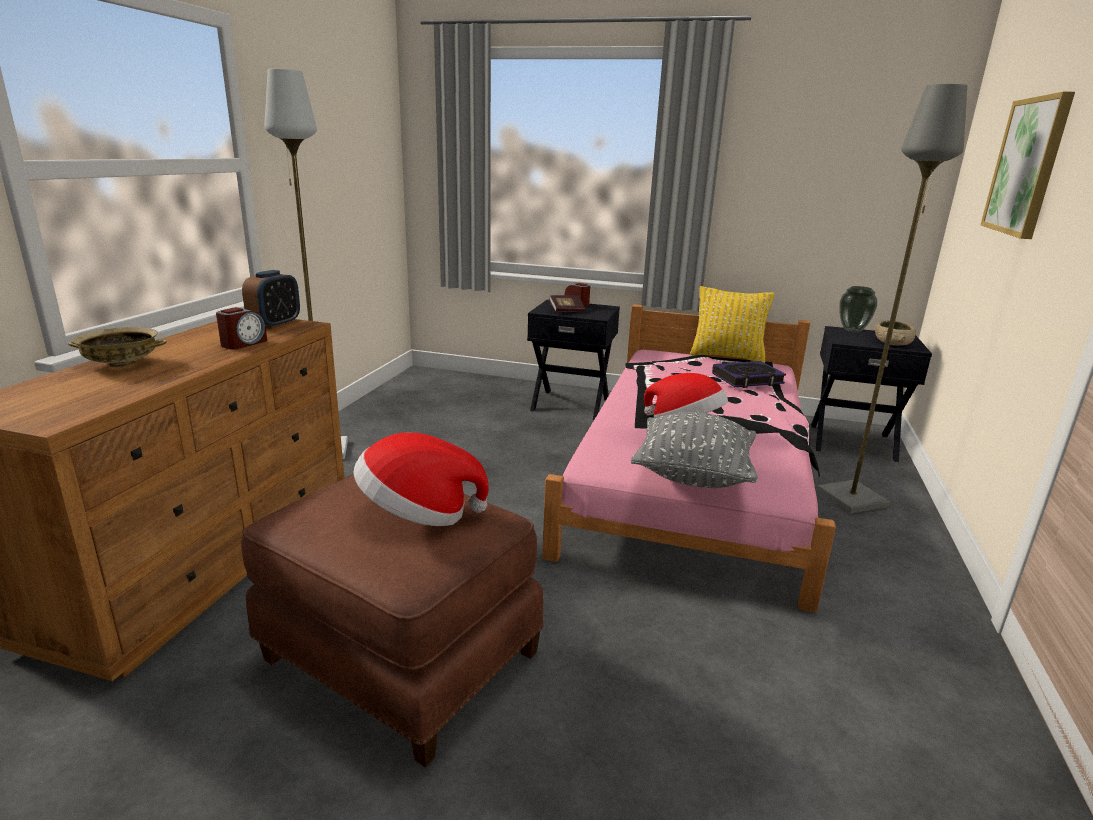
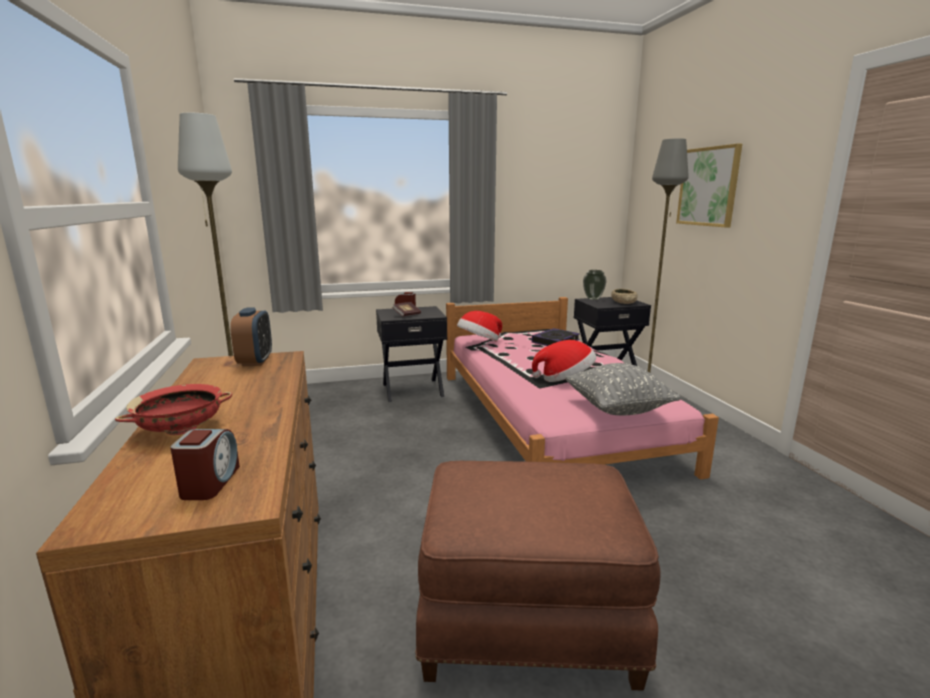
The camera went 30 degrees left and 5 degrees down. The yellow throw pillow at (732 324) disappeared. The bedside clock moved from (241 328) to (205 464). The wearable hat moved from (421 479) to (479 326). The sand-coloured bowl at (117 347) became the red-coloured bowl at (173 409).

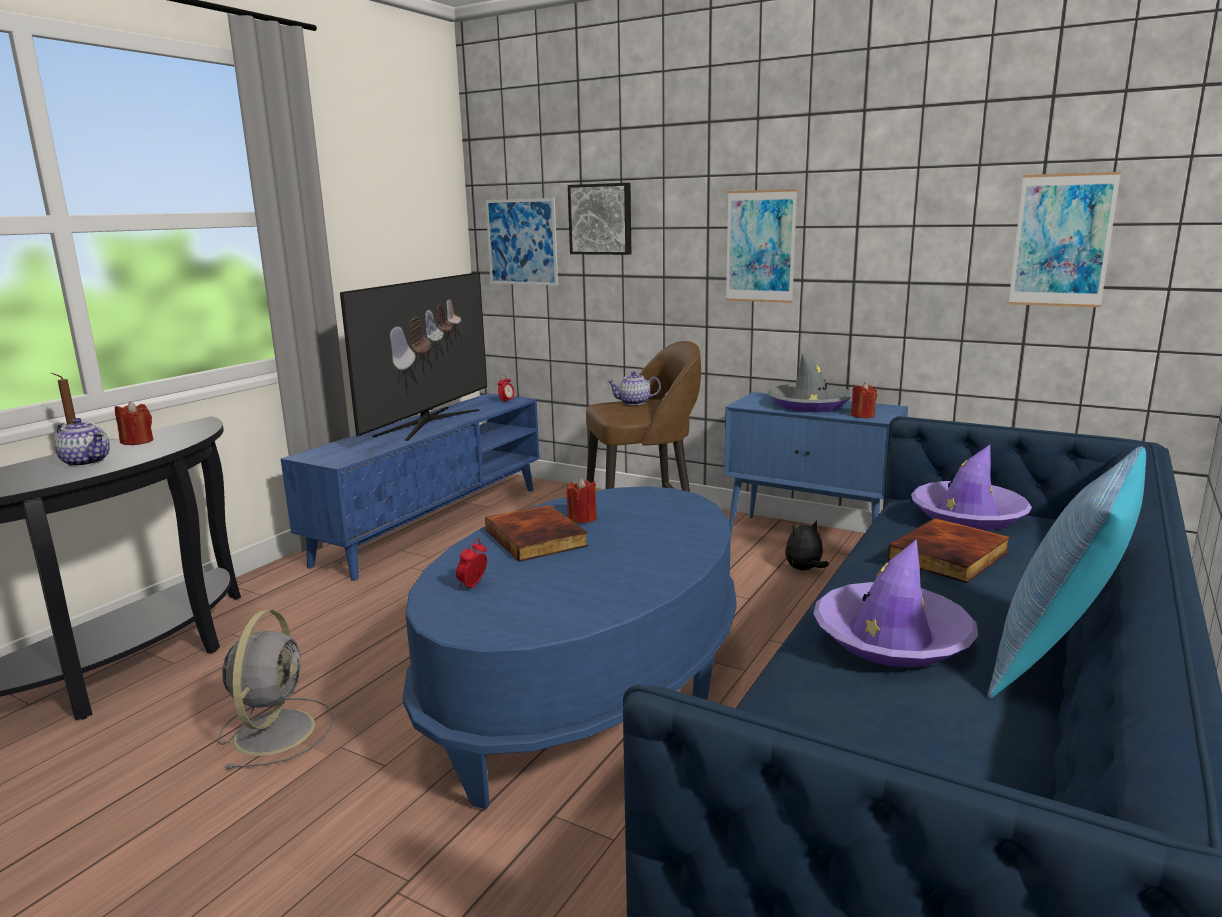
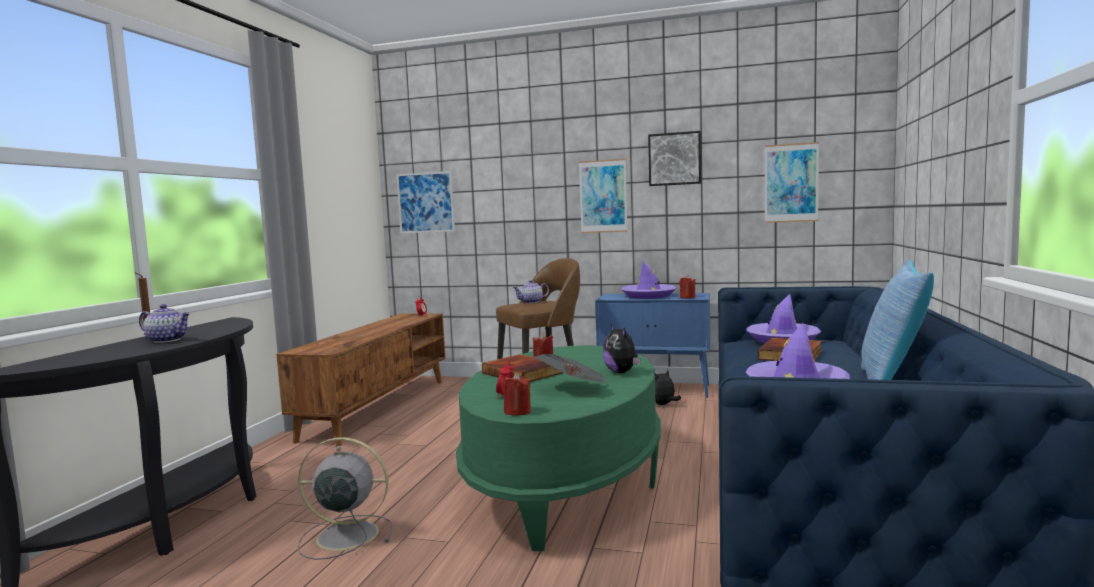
The camera went 15 degrees left and 10 degrees down. The television at (413 356) disappeared. The daily paper at (570 368) appeared. The plush toy at (621 348) appeared. The red-coloured wax candle moved from (134 423) to (516 394). The picture moved from (599 219) to (674 158). The bluish tv stand at (410 487) became the brownish tv stand at (360 380). The bluish coffee table at (570 647) became the greenish coffee table at (558 448). The gray wearable hat at (810 382) became the purple wearable hat at (648 280). The gray electric fan at (275 689) turned 75 degrees counterclockwise.

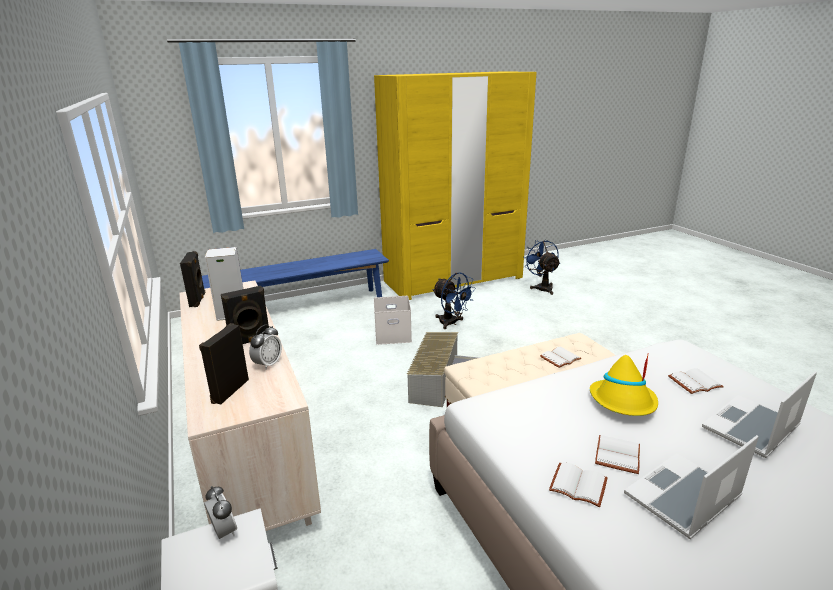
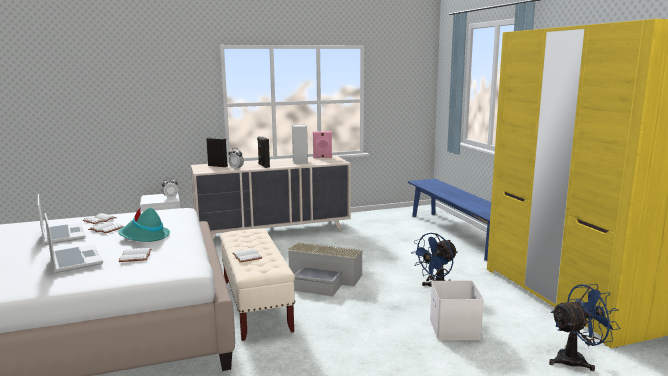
The camera went 95 degrees right and 10 degrees down. The whitish storage bin moved from (393 320) to (457 310). The black speaker at (192 279) became the pink speaker at (322 144). The yellow wearable hat at (624 385) became the turquoise-coloured wearable hat at (144 224).

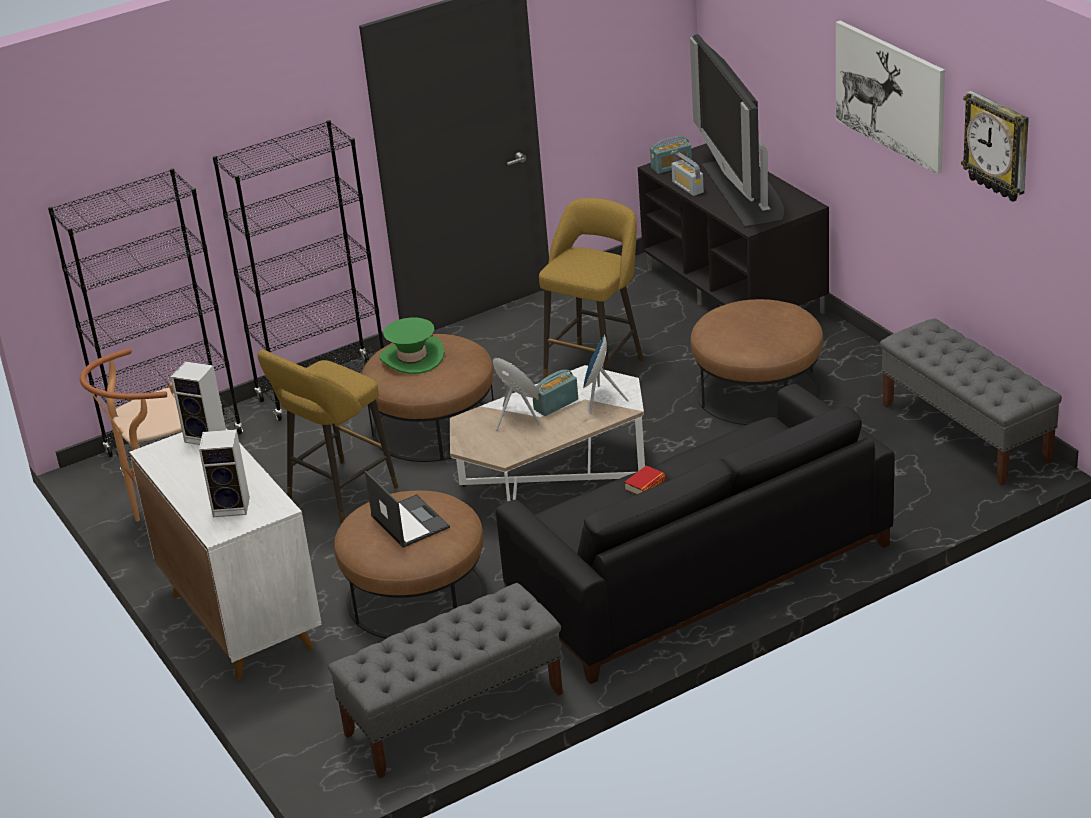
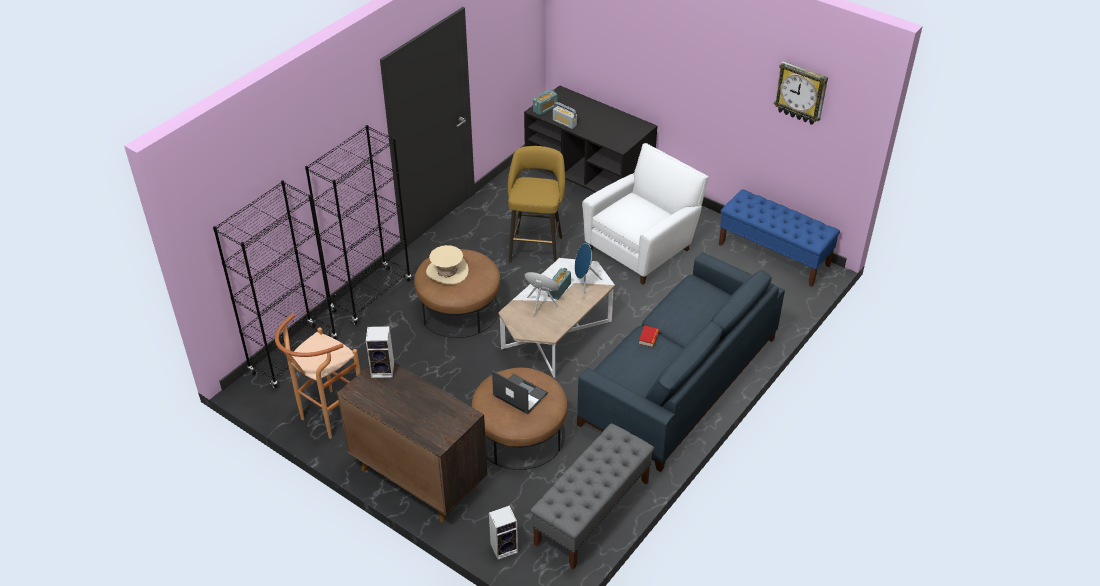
The camera went 25 degrees left and 10 degrees up. The yellow sitting stool at (328 437) disappeared. The television at (737 131) disappeared. The picture at (890 97) disappeared. The speaker moved from (224 473) to (503 533). The brownish footrest at (757 362) was replaced by the whitish easy chair at (645 214). The whitish cupboard at (225 554) became the brownish cupboard at (412 442). The greenish wearable hat at (412 345) became the sand-coloured wearable hat at (447 265). The black couch at (695 534) became the bluish couch at (681 362). The gray long seat at (971 402) became the bluish long seat at (779 238).

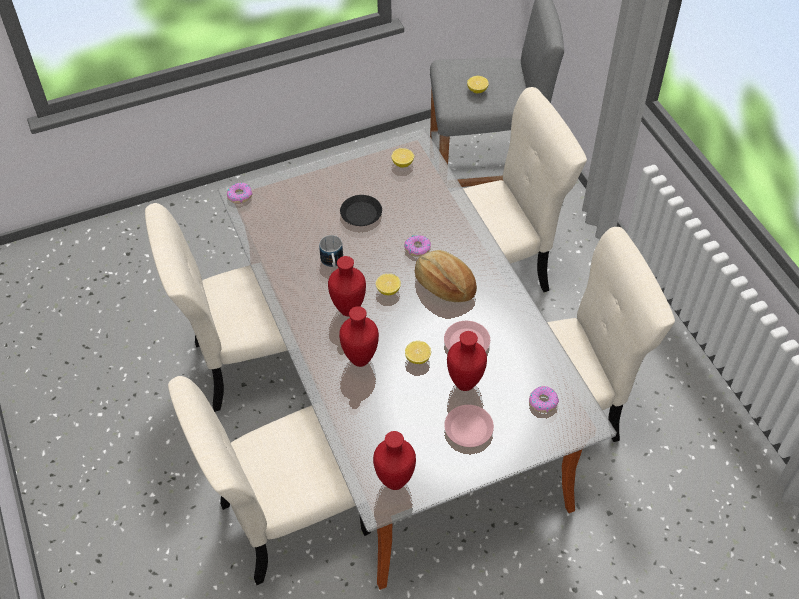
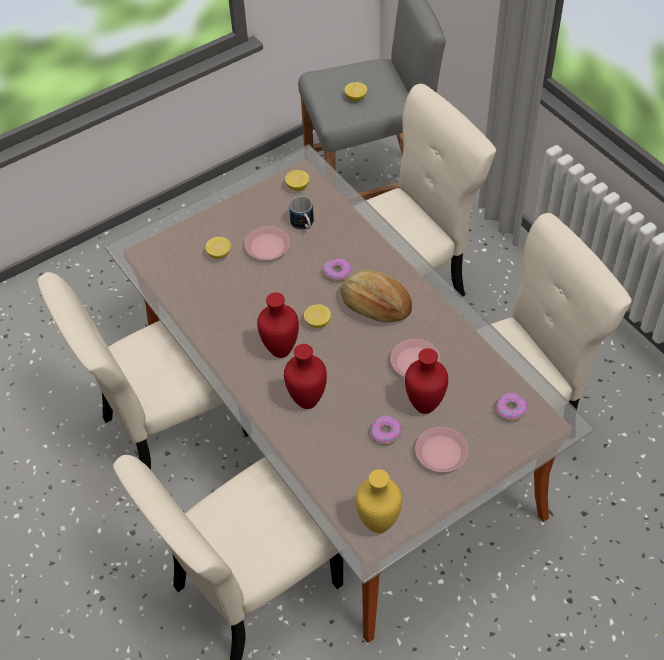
The camera went 10 degrees left and 0 degrees up. The doughnut moved from (240 193) to (386 430). The coffee mug moved from (331 251) to (301 213). The citrus fruit moved from (418 352) to (218 248). The black dinner plate at (361 210) became the pink dinner plate at (267 243). The red-coloured vase at (394 460) became the yellow vase at (378 501).

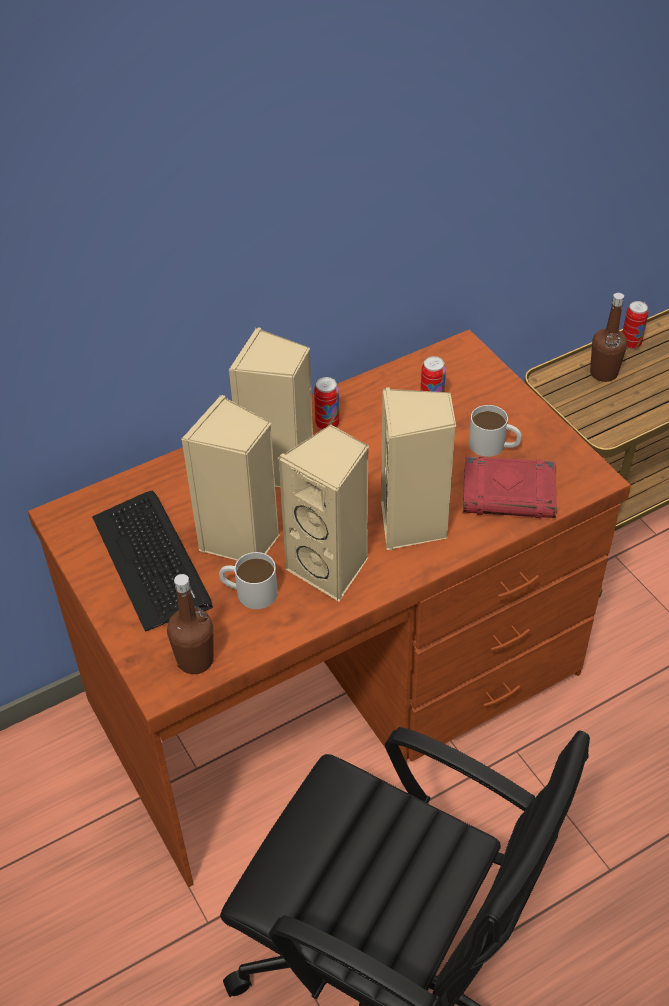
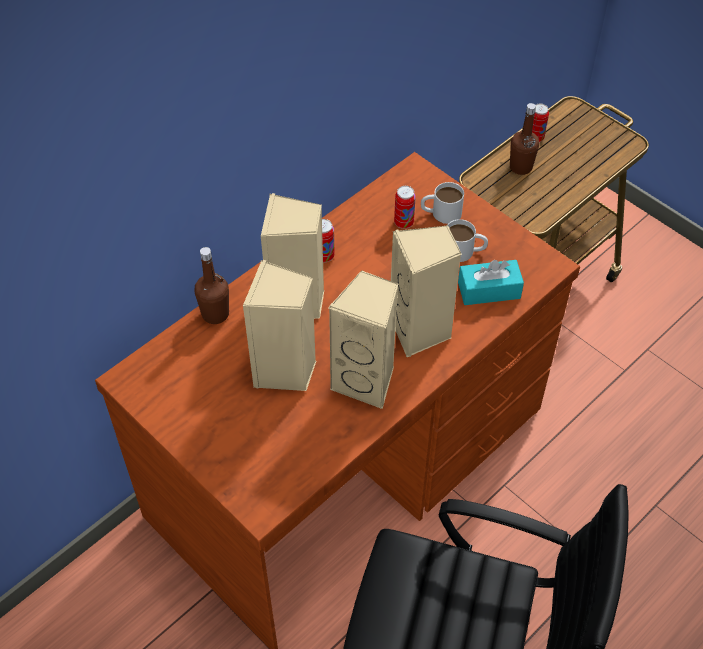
The camera went 15 degrees left and 5 degrees up. The PC keyboard at (152 561) disappeared. The brownish drink bottle moved from (190 624) to (211 285). The whitish coffee mug moved from (248 580) to (442 203). The red-coloured bound book at (510 487) was replaced by the turquoise-coloured box of tissues at (491 282).

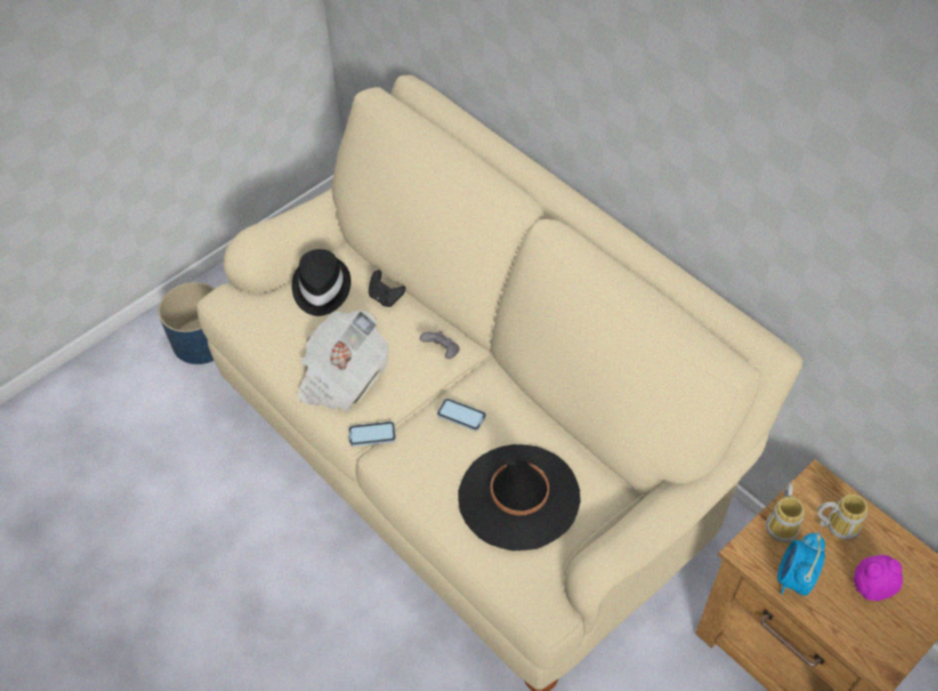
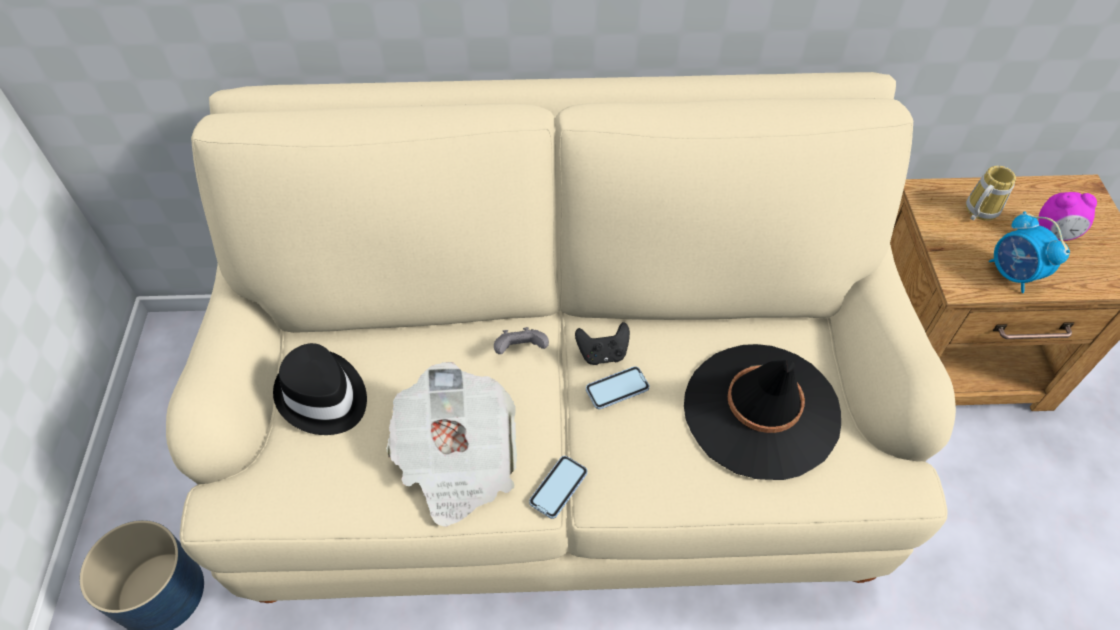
The camera went 50 degrees left and 0 degrees up. The coffee mug at (785 513) disappeared. The black joypad moved from (387 288) to (602 343). The bedside clock at (878 578) turned 120 degrees counterclockwise.

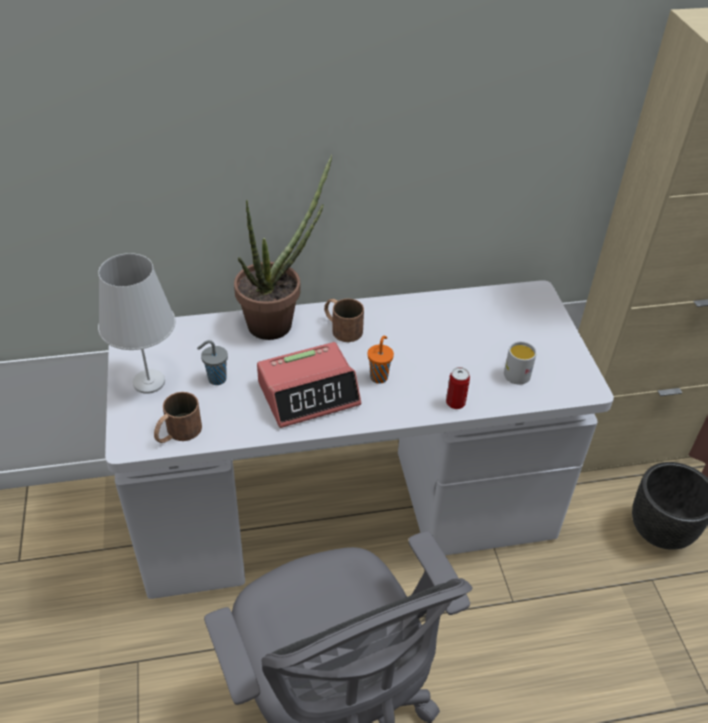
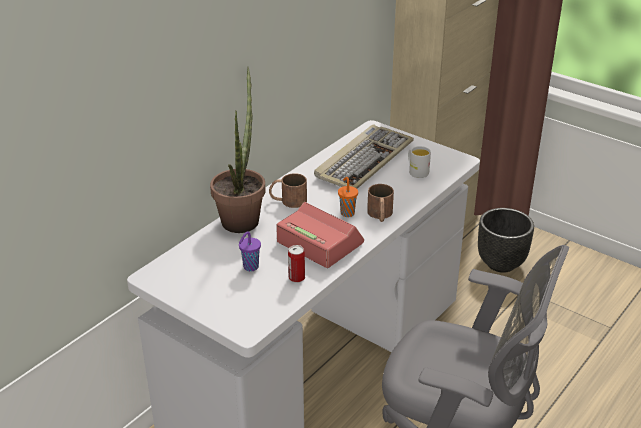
The camera went 40 degrees left and 10 degrees down. The whitish tabletop lamp at (137 323) disappeared. The PC keyboard at (364 156) appeared. The brownish coffee mug moved from (178 417) to (380 203). The sealed can moved from (458 388) to (296 264). The gray small cup at (212 362) became the purple small cup at (250 251). The bedside clock at (309 385) turned 75 degrees counterclockwise.

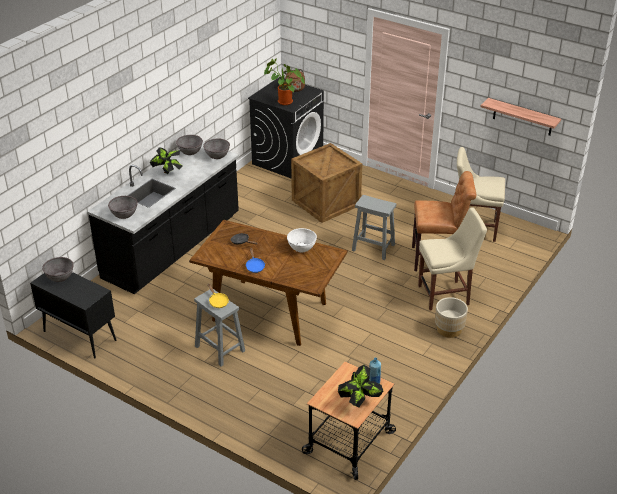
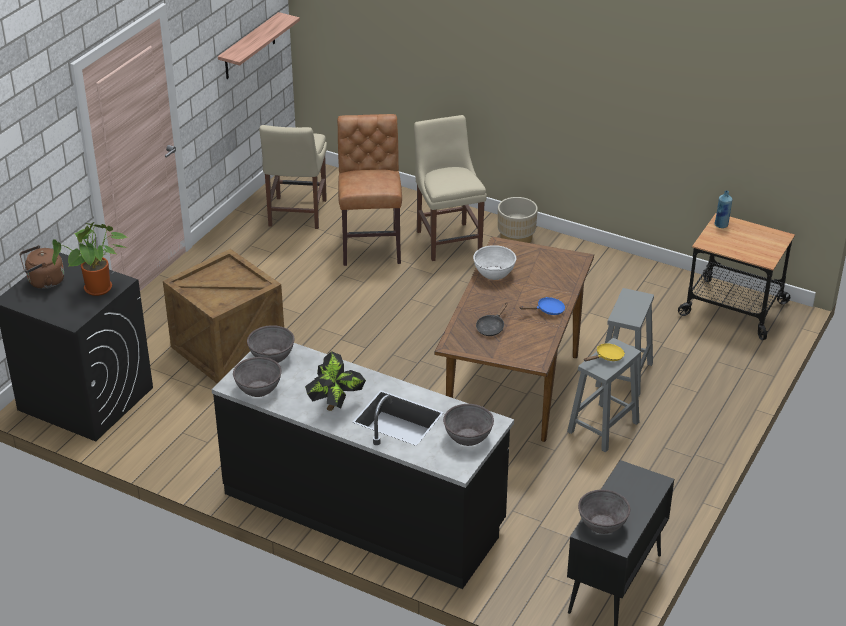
The camera went 95 degrees left and 0 degrees up. The plant in a pot at (361 386) disappeared. The gray sitting stool moved from (374 227) to (624 342).

